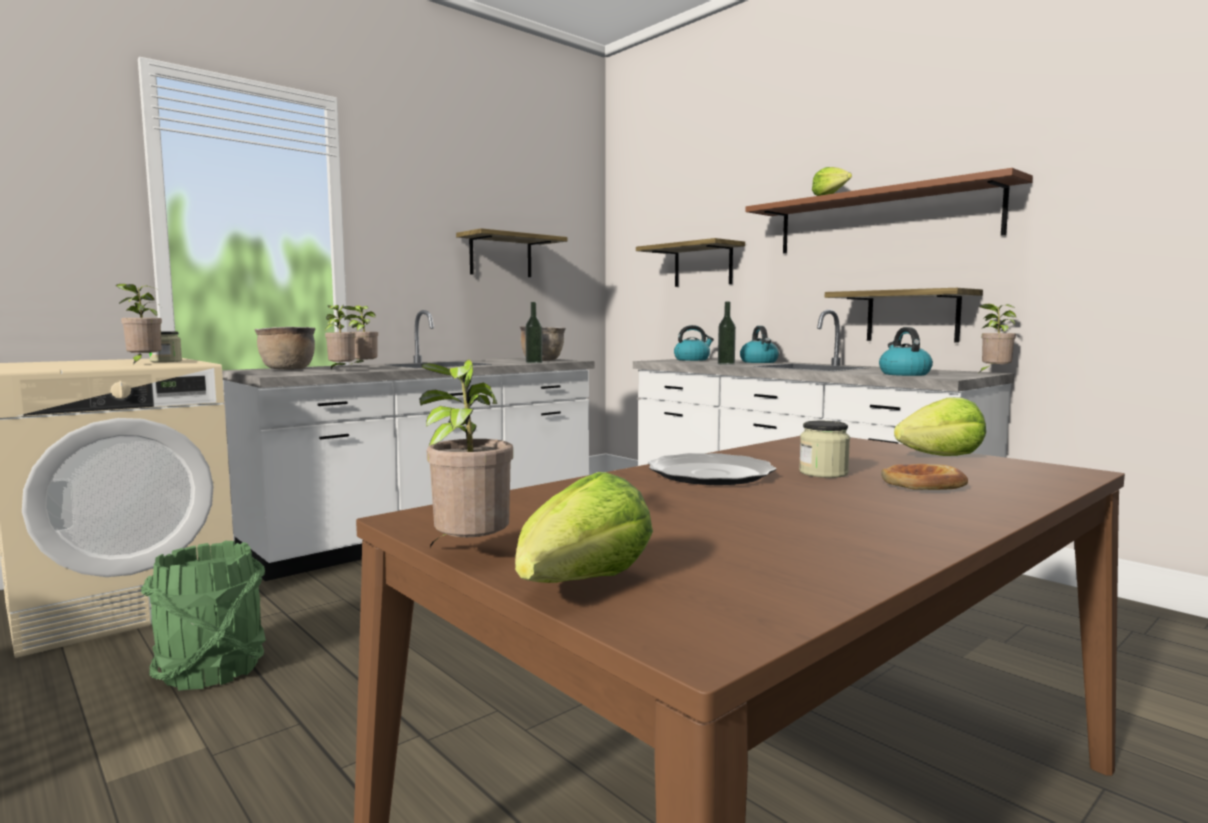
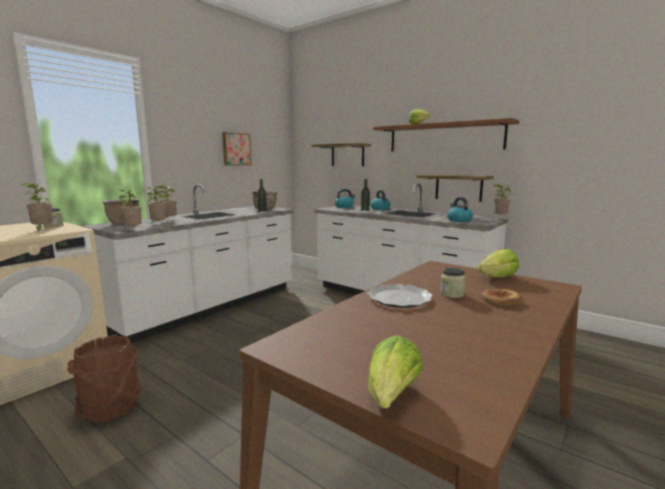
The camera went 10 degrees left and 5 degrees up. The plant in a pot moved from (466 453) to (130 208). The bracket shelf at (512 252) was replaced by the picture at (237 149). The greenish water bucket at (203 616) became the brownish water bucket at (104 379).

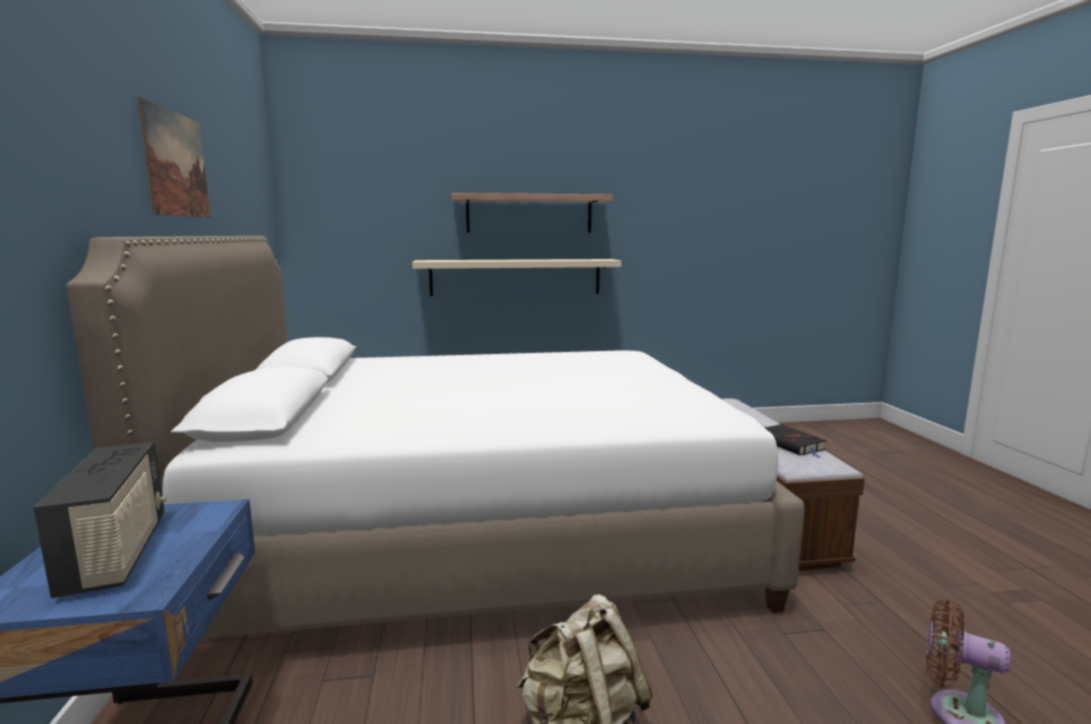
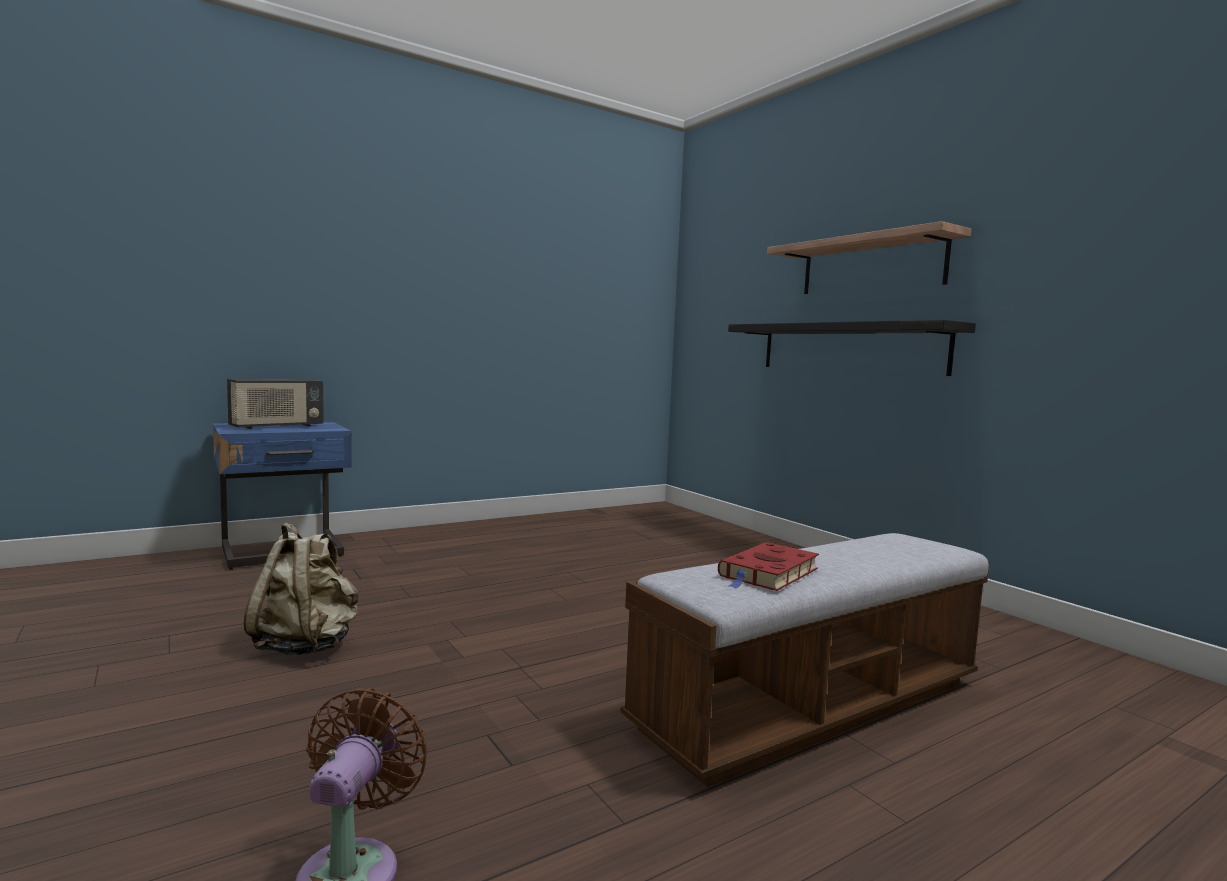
The camera went 65 degrees right and 5 degrees down. The whitish bed at (435 437) disappeared. The picture at (174 157) disappeared. The sand-coloured bracket shelf at (516 277) became the black bracket shelf at (852 348). The black bound book at (796 441) became the red-coloured bound book at (768 566).

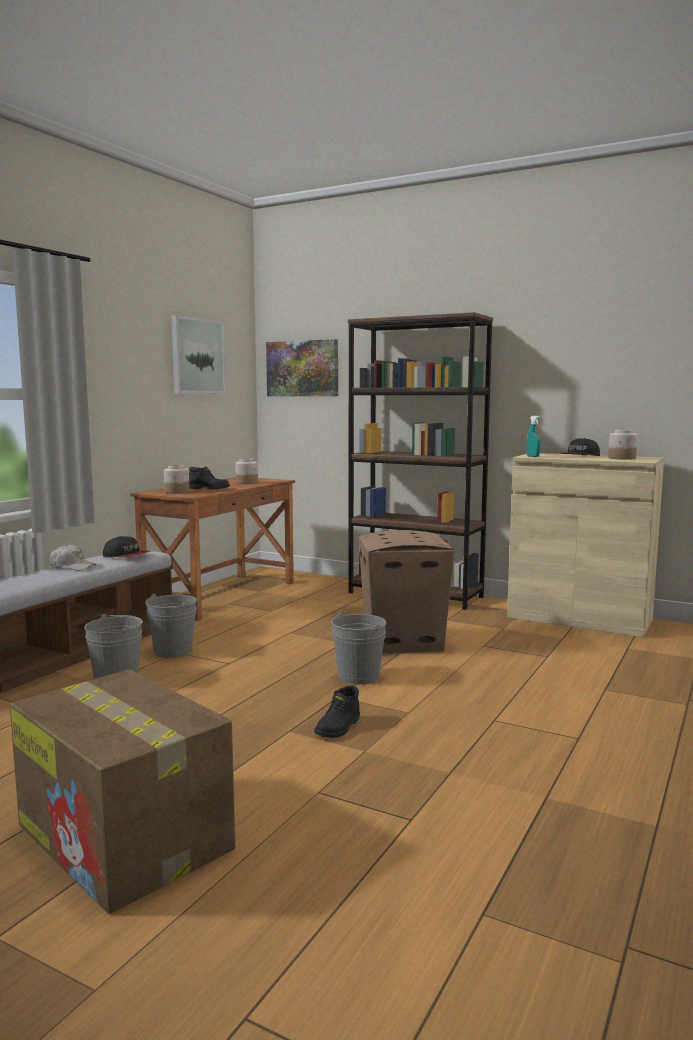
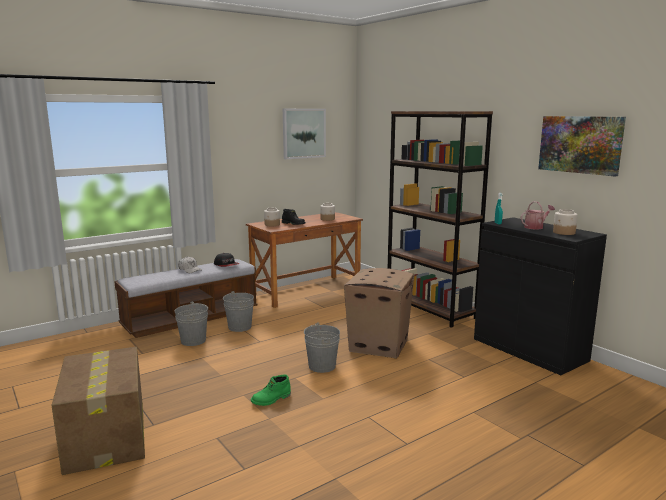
The camera went 25 degrees right and 5 degrees up. The picture moved from (302 367) to (582 146). The baseball cap at (580 447) was replaced by the watering can at (538 215). The black tall boot at (337 711) became the greenish tall boot at (271 390). The sand-coloured cupboard at (585 545) became the black cupboard at (540 296).

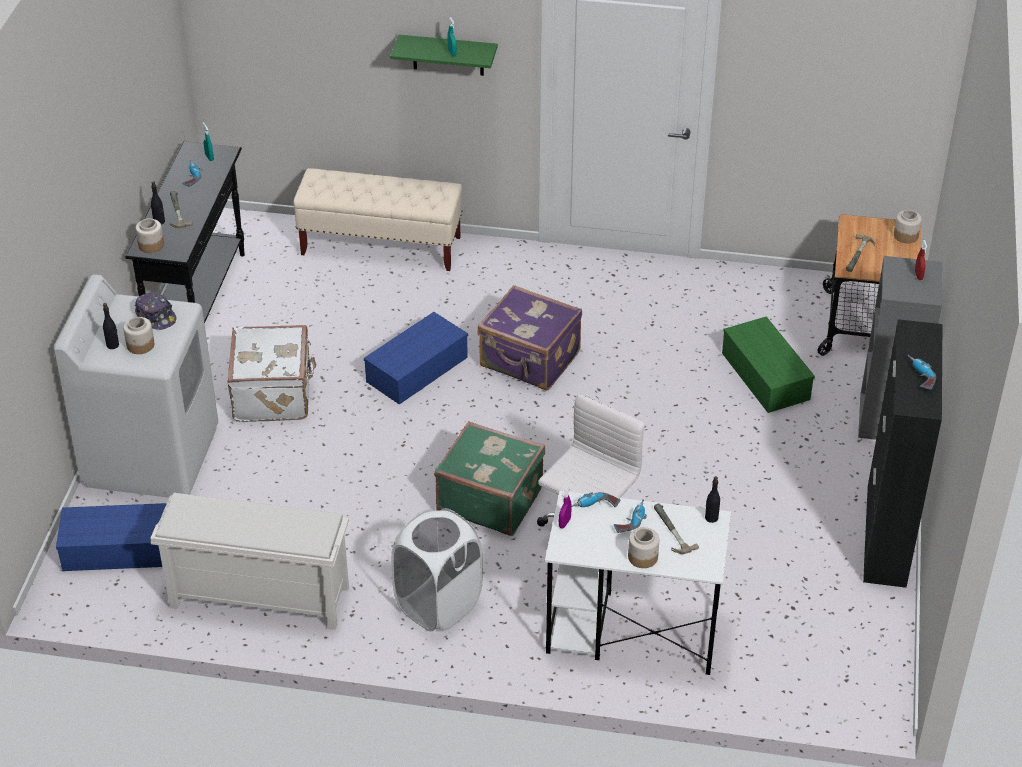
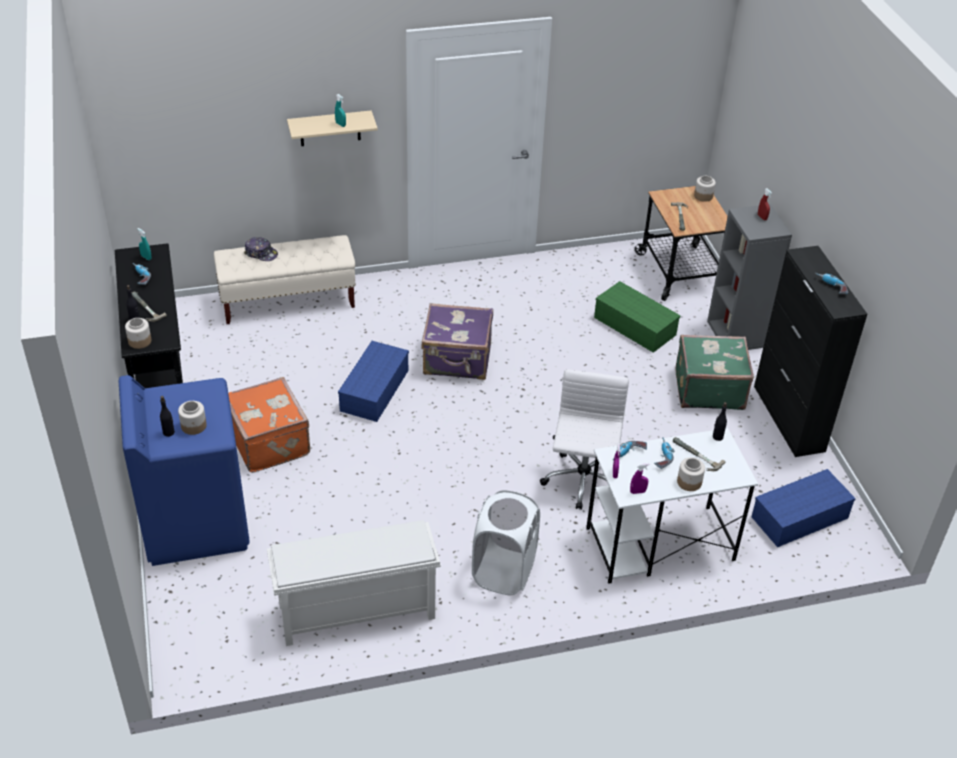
The camera went 25 degrees left and 0 degrees up. The purple hand sprayer at (639 478) appeared. The bluish storage bin moved from (111 537) to (803 508). The baseball cap moved from (155 311) to (261 249). The greenish piece of luggage moved from (489 478) to (715 372). The whitish laundry appliance at (135 386) became the bluish laundry appliance at (184 470). The whitish piece of luggage at (271 373) became the orange-coloured piece of luggage at (269 425). The greenish bracket shelf at (444 55) became the sand-coloured bracket shelf at (332 128).

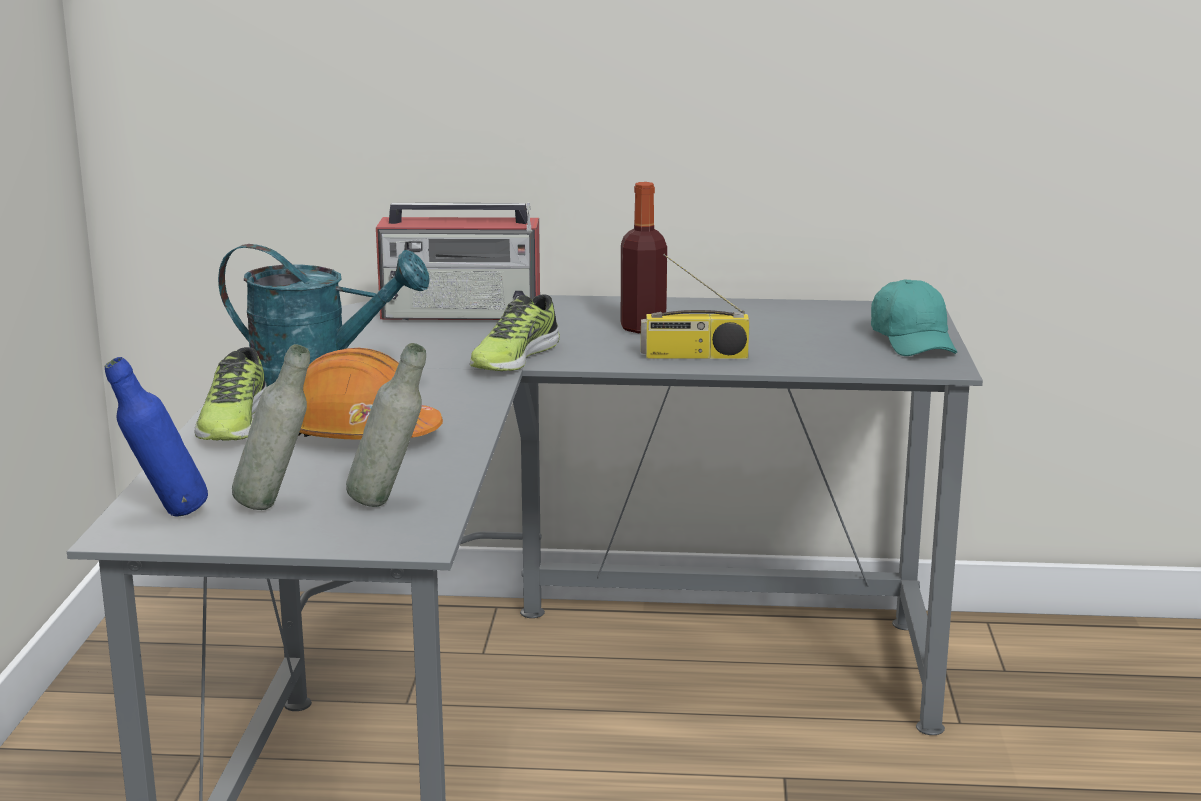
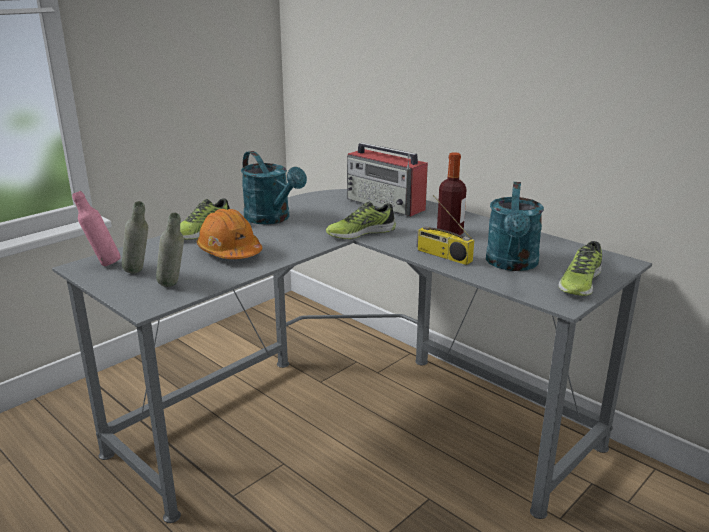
The camera went 40 degrees right and 5 degrees up. The turquoise-coloured watering can at (515 226) appeared. The turquoise-coloured baseball cap at (914 318) was replaced by the low shoe at (580 268). The bluish drink bottle at (156 436) became the pink drink bottle at (96 228).

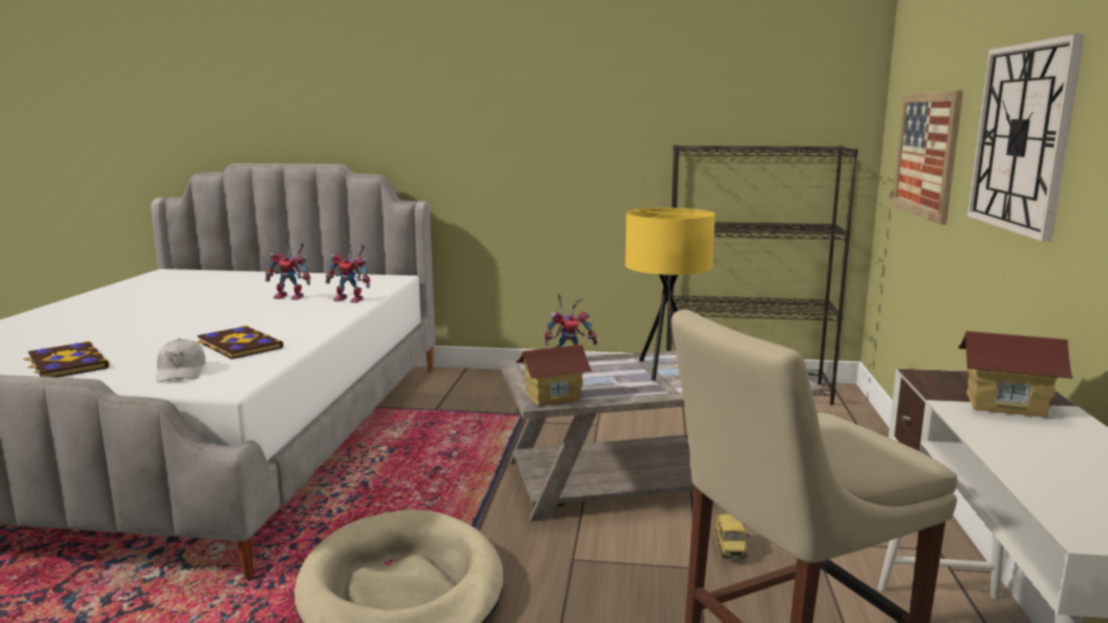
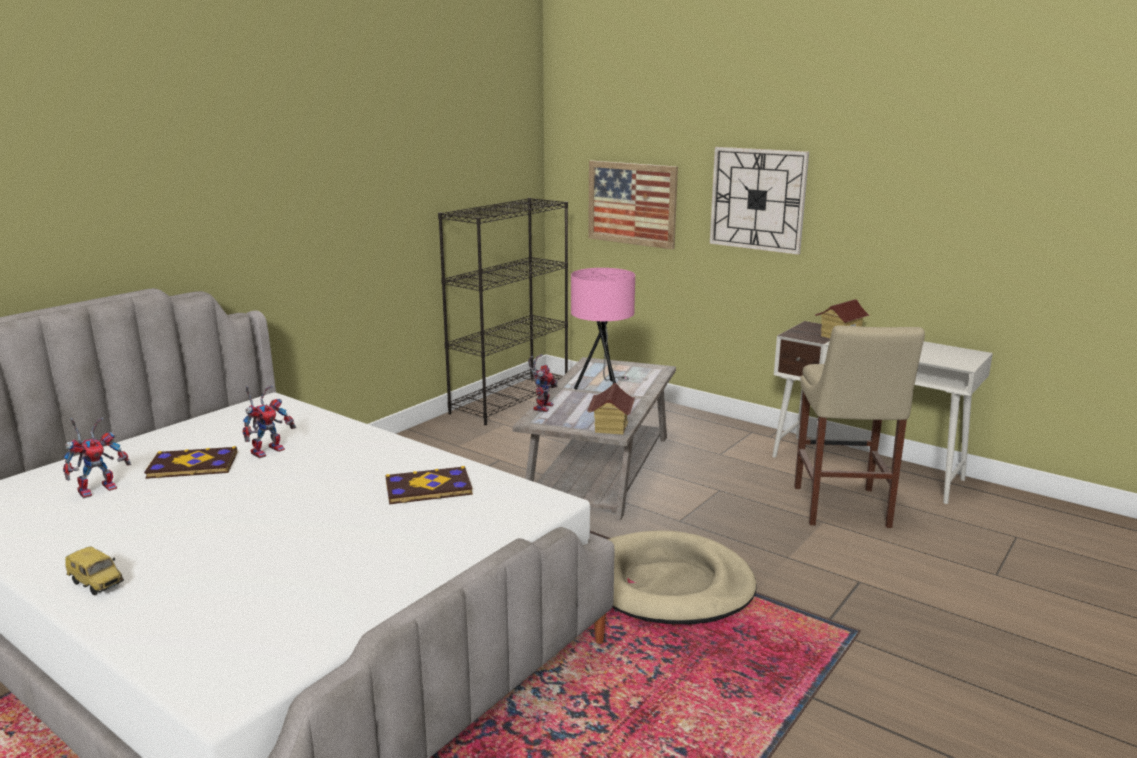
The camera went 60 degrees left and 5 degrees up. The whitish baseball cap at (181 360) disappeared. The bound book moved from (66 359) to (190 462). The toy robot moved from (347 271) to (97 457). The toy car moved from (732 536) to (94 571). The yellow tabletop lamp at (670 294) became the pink tabletop lamp at (603 329).

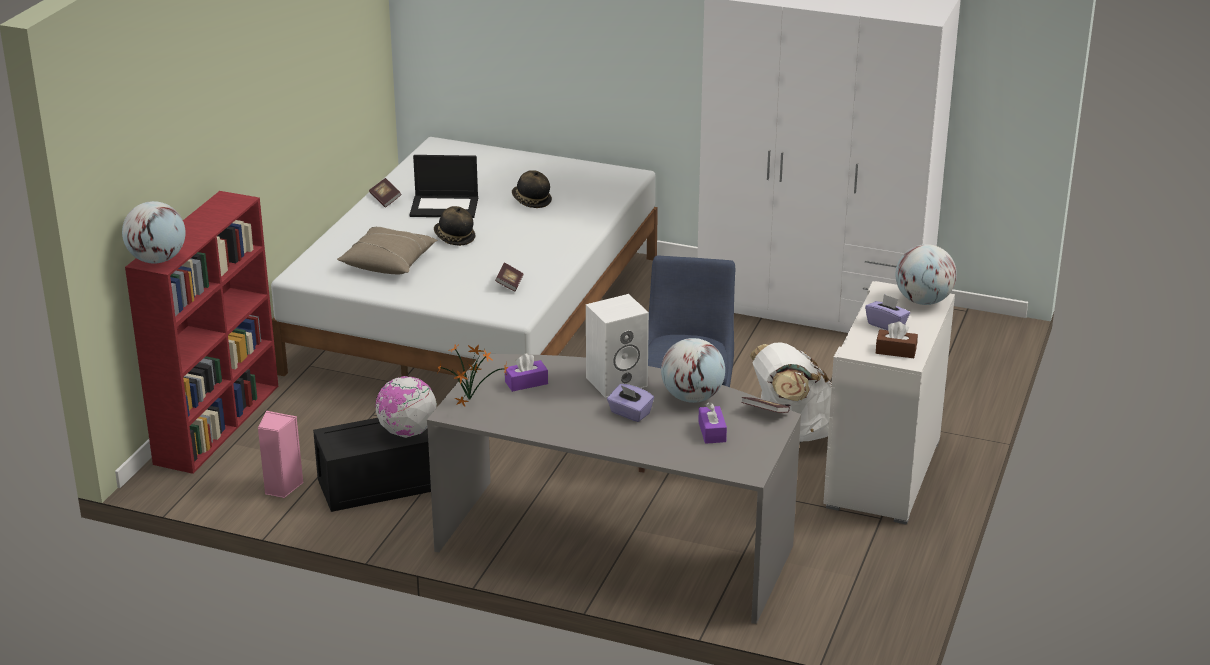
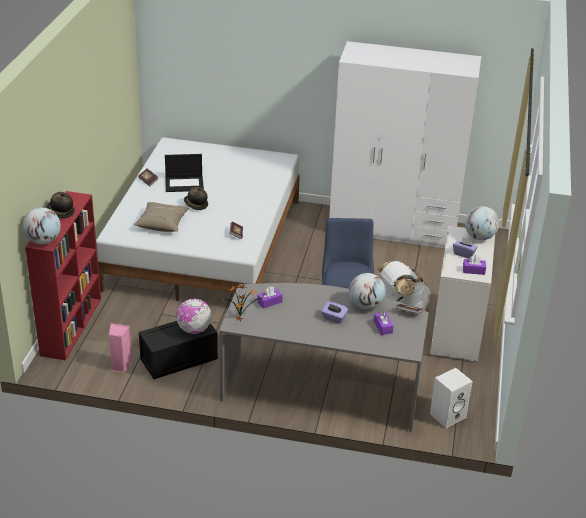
The camera went 10 degrees left and 5 degrees up. The wearable hat moved from (532 189) to (61 205). The whitish speaker moved from (617 346) to (451 398). The brownish box of tissues at (897 340) became the purple box of tissues at (474 265).

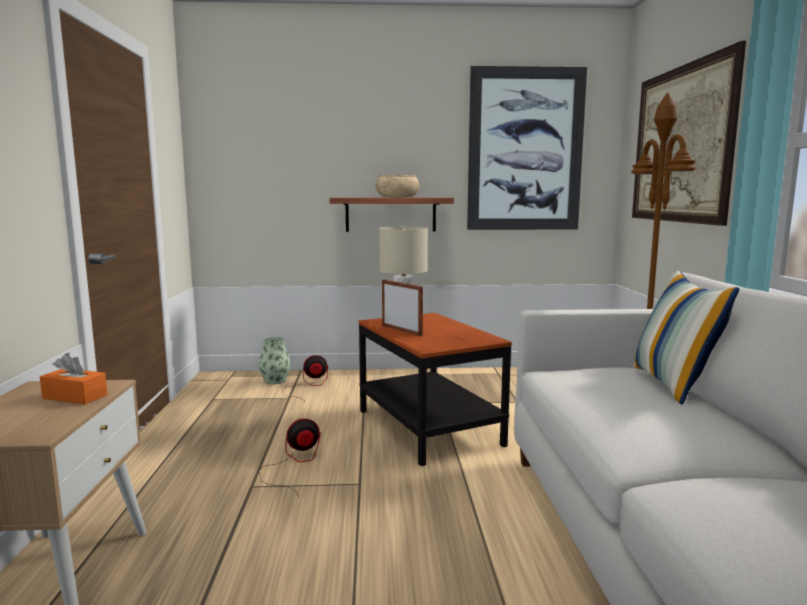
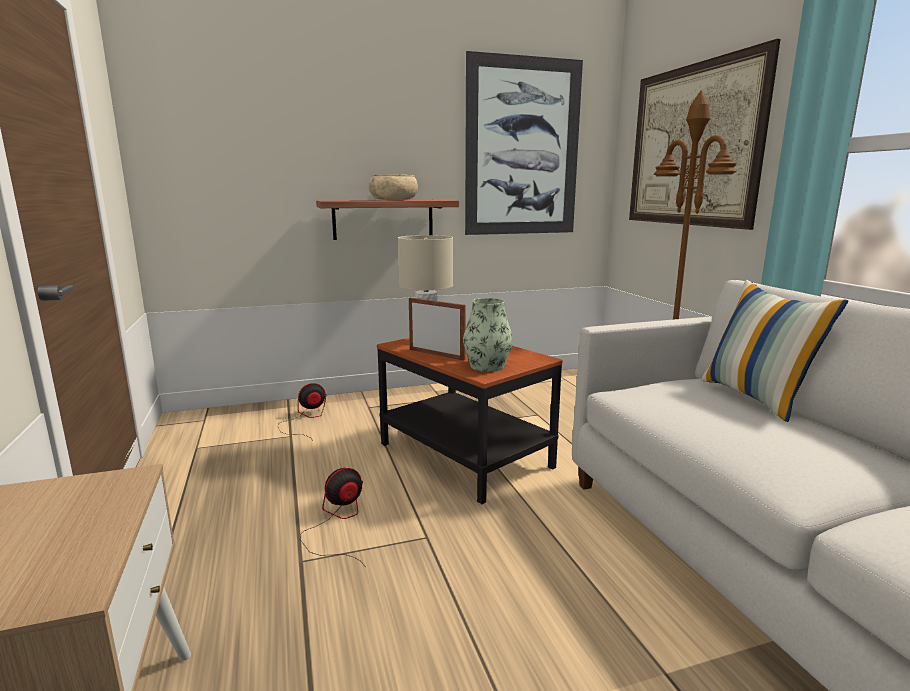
The camera went 15 degrees left and 5 degrees up. The orange-coloured box of tissues at (74 379) disappeared. The vase moved from (275 360) to (488 335).

